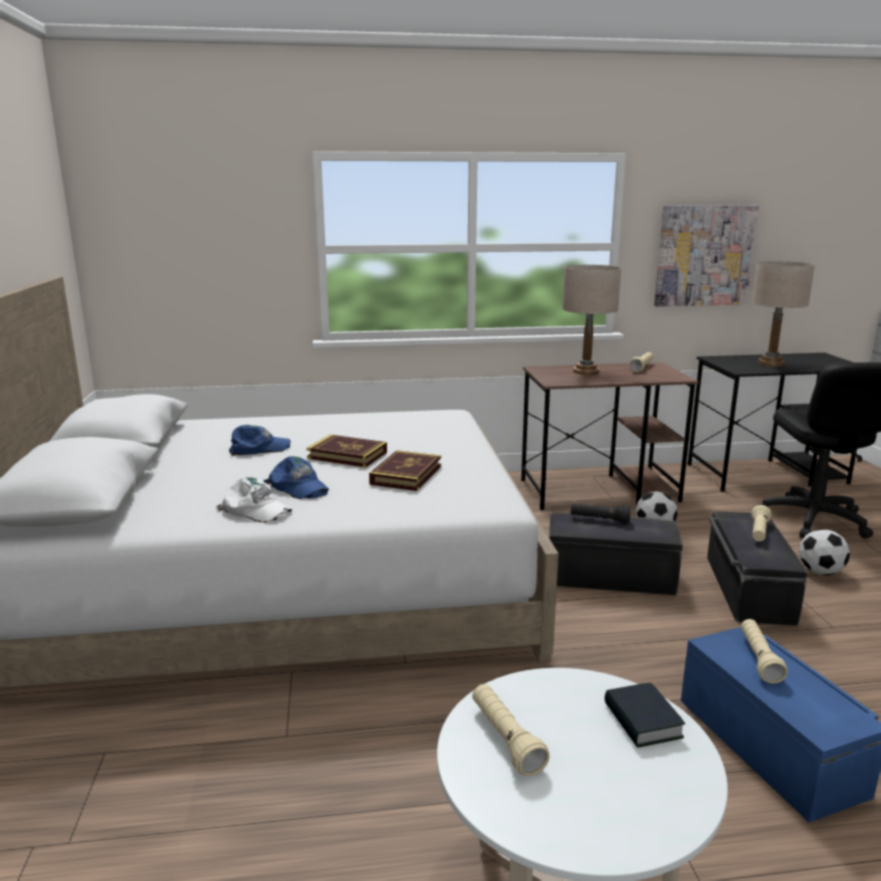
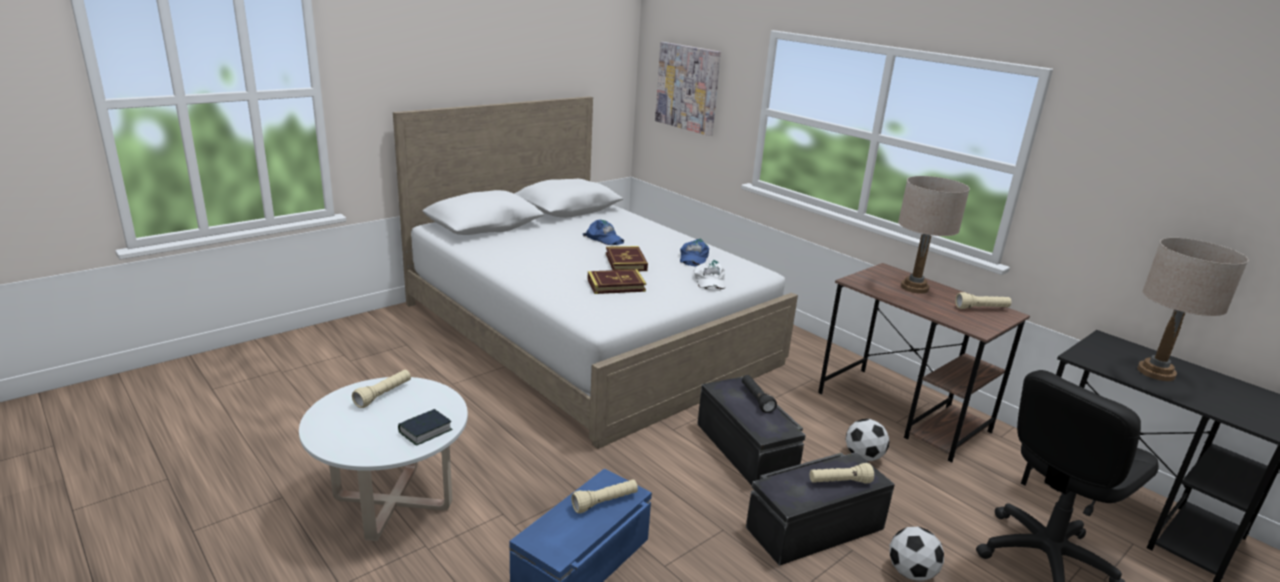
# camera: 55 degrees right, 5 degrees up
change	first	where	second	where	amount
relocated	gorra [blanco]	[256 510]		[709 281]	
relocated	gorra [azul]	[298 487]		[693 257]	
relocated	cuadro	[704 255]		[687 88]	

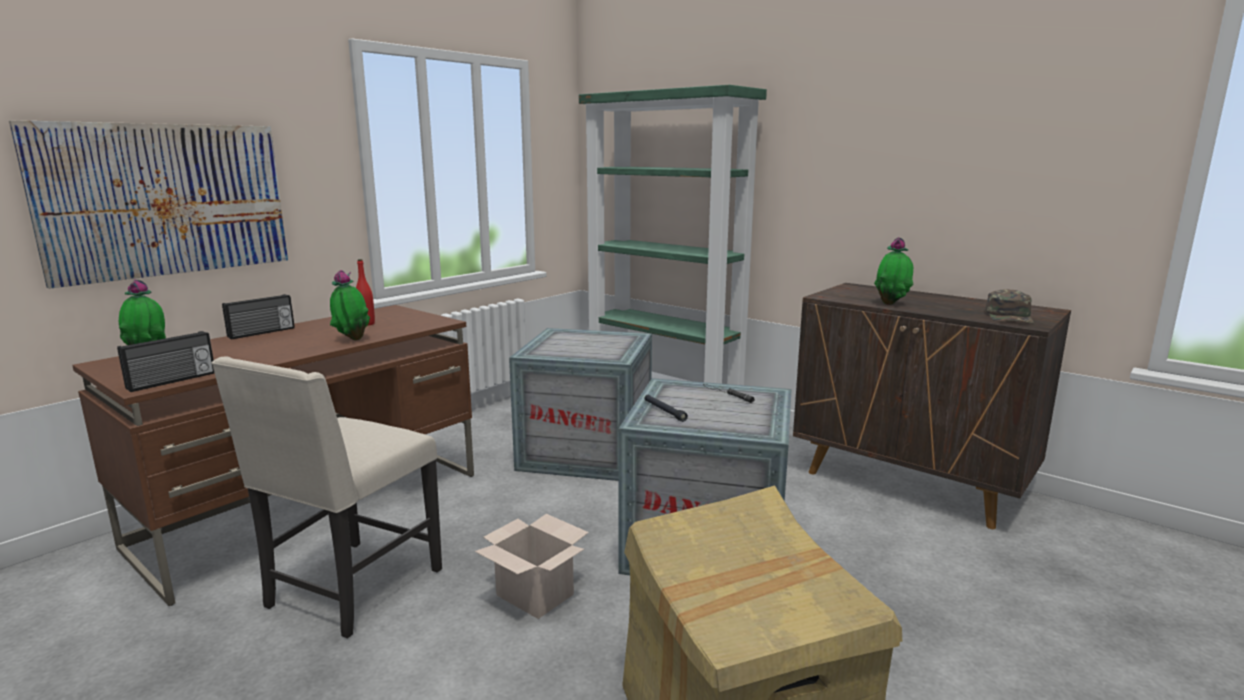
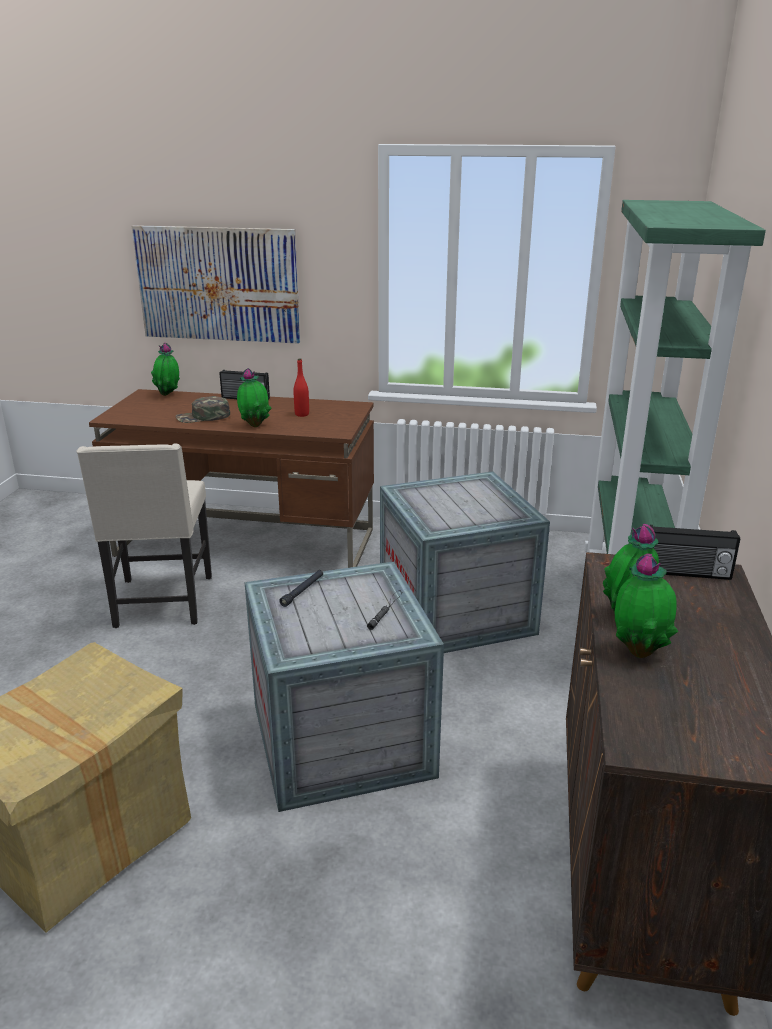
# camera: 60 degrees right, 10 degrees up
change	first	where	second	where	amount
missing	caja de cartón	[537 595]			
appeared			planta en maceta	[639 652]	
relocated	radio	[172 381]		[686 573]	
relocated	gorra [verde]	[1009 316]		[203 417]	
spun	silla [beis]	[351 590]		[162 603]	90 degrees counterclockwise

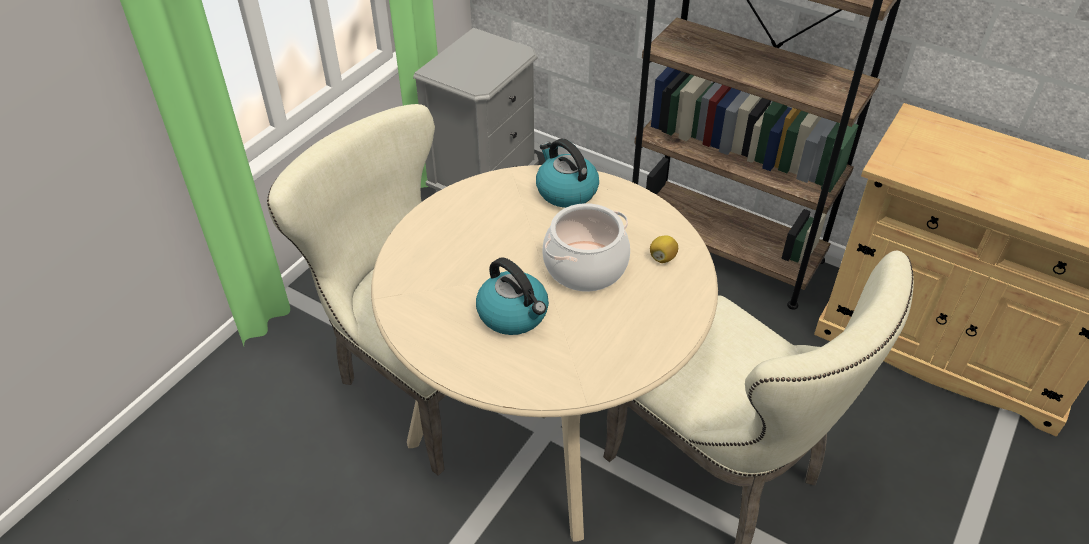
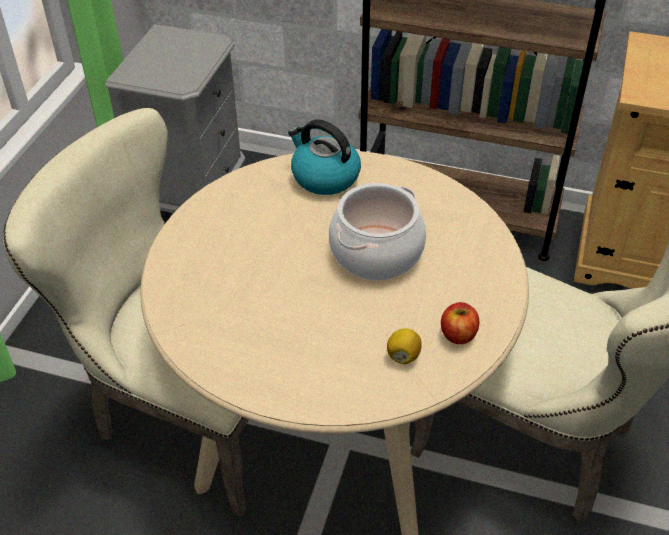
# camera: 15 degrees left, 0 degrees up
change	first	where	second	where	amount
missing	hervidor	[514 314]			
appeared			manzana	[458 334]	
relocated	limón	[662 258]		[403 356]	

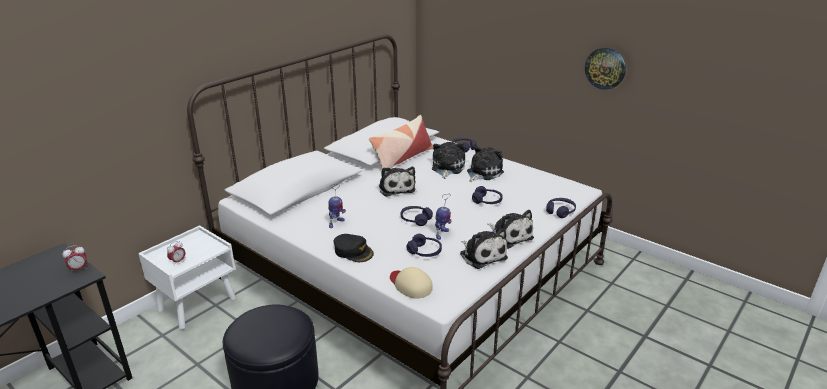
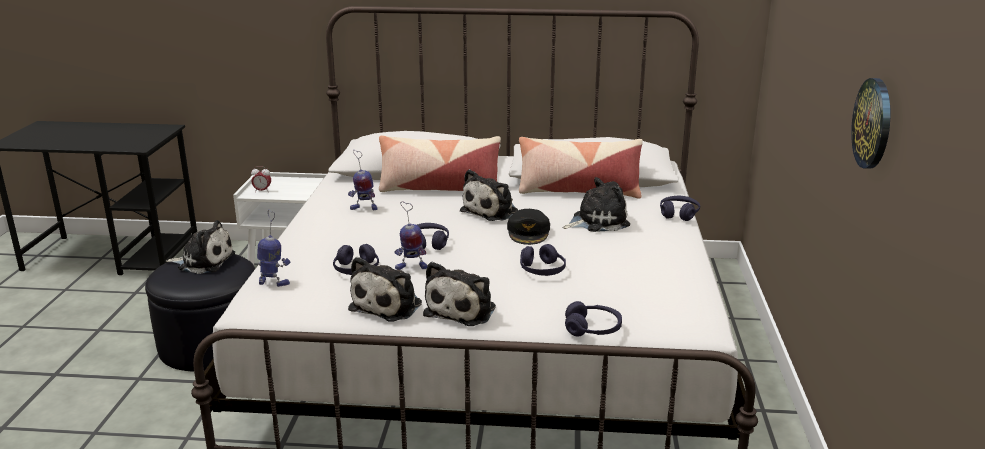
# camera: 55 degrees right, 5 degrees down
change	first	where	second	where	amount
missing	despertador	[79 269]			
appeared			cojín	[439 189]	
relocated	gorra [negro]	[353 251]		[529 232]	
relocated	peluche	[483 173]		[204 261]	
exchanged	gorra [beis]	[410 284]	robot de juguete	[274 282]	

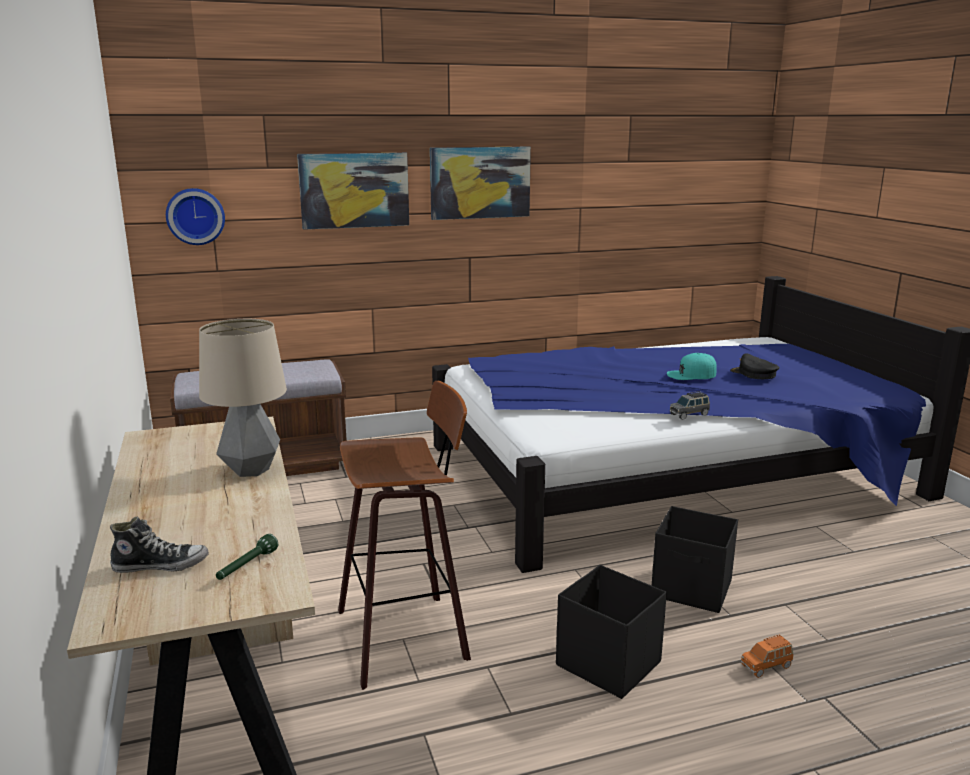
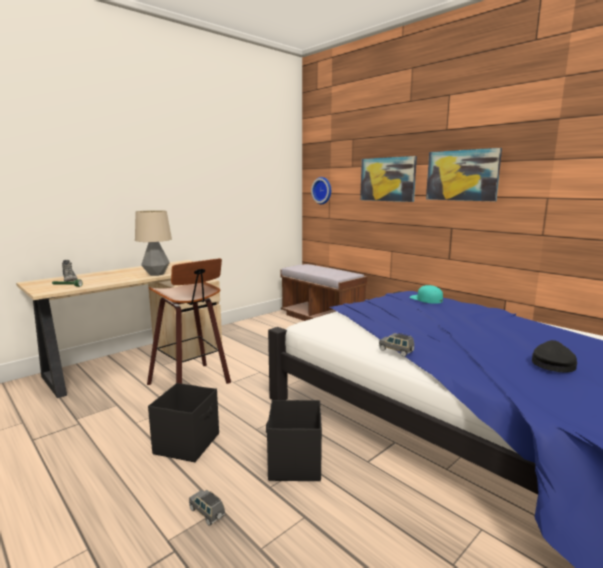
# camera: 65 degrees right, 5 degrees down
change	first	where	second	where	amount
relocated	gorra [turquesa]	[691 374]		[426 299]	
colour	coche de juguete [naranja]	[766 666]	coche de juguete [gris]	[207 513]	

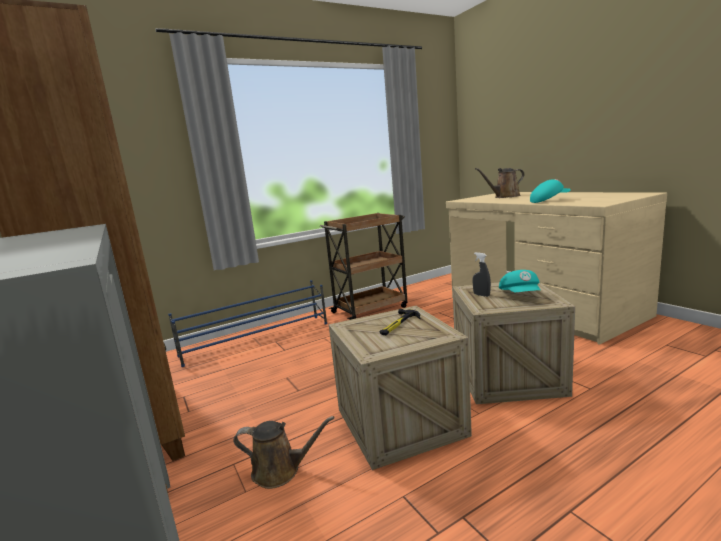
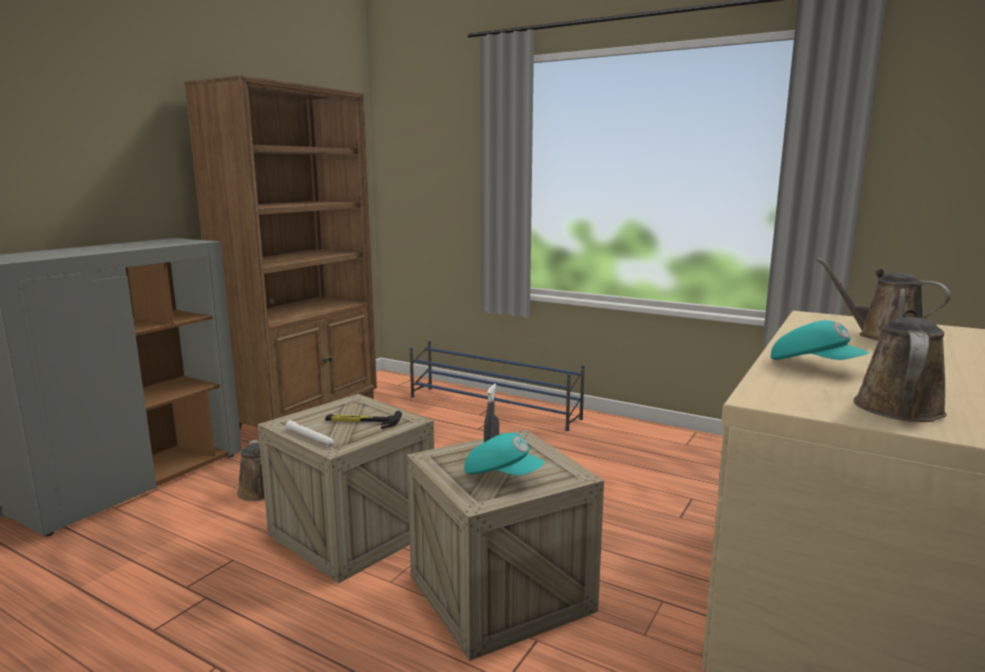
# camera: 60 degrees right, 0 degrees up
change	first	where	second	where	amount
missing	carrito [marrón]	[371 309]			
appeared			linterna [blanco]	[310 438]	
appeared			regadera [marrón]	[897 405]	
spun	gorra [turquesa]	[520 295]		[503 475]	120 degrees counterclockwise

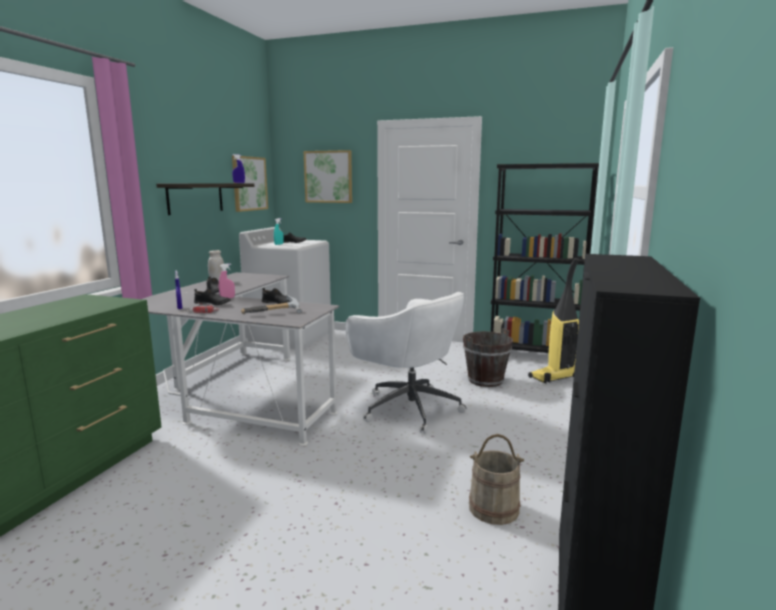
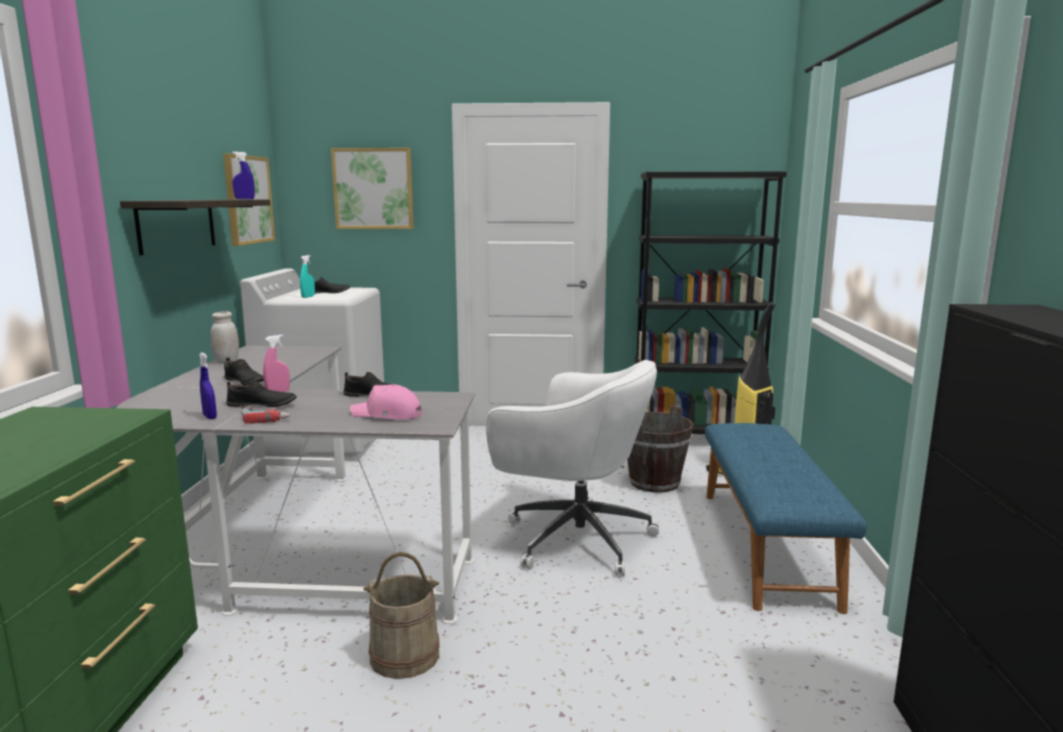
# camera: 15 degrees left, 0 degrees up
change	first	where	second	where	amount
appeared			banco [azul]	[767 546]	
relocated	cubo [beis]	[493 508]		[404 656]	
exchanged	martillo	[274 313]	gorra [rosa]	[387 415]	

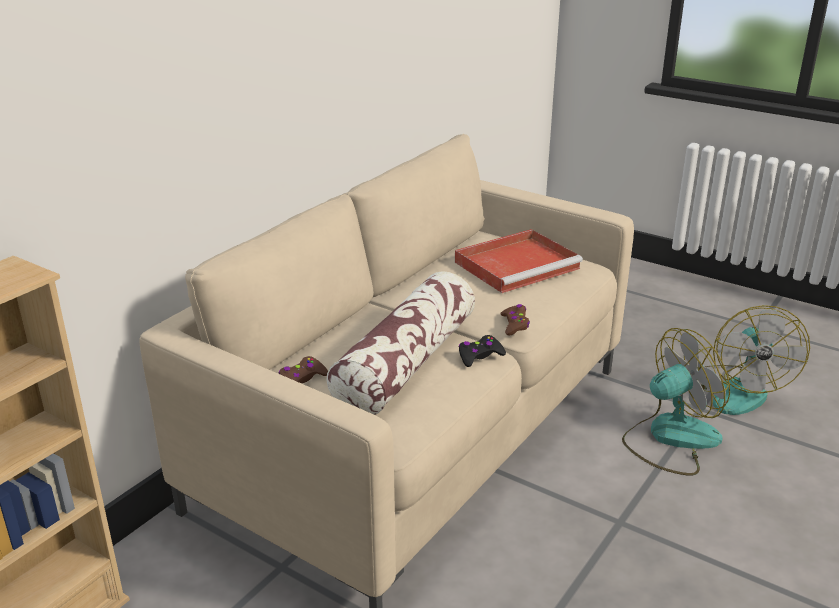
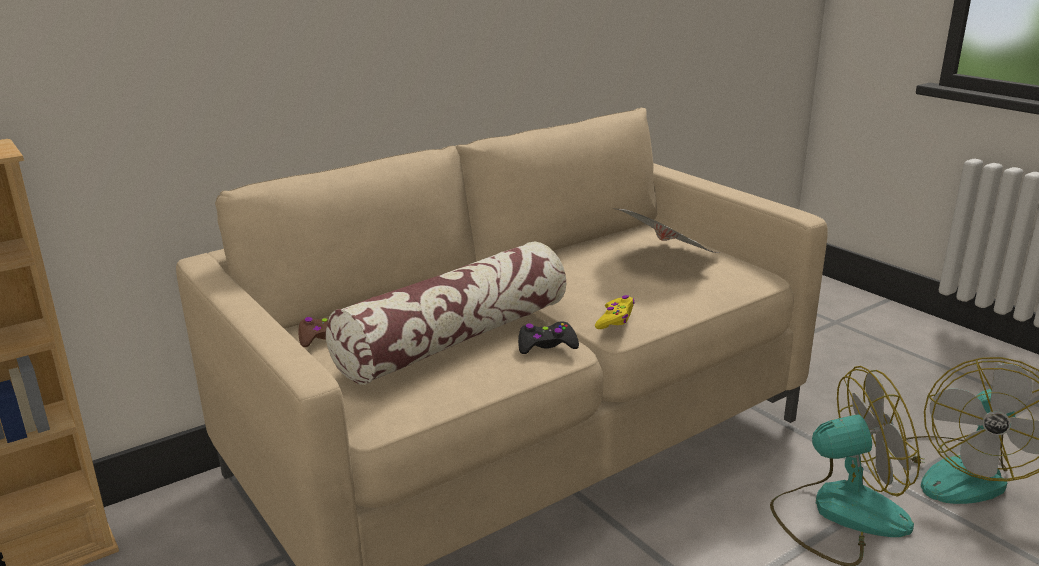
# camera: 20 degrees right, 5 degrees down
change	first	where	second	where	amount
exchanged	bandeja [rojo]	[518 264]	periódico	[667 259]	
colour	mando de consola [marrón]	[515 324]	mando de consola [amarillo]	[615 319]	

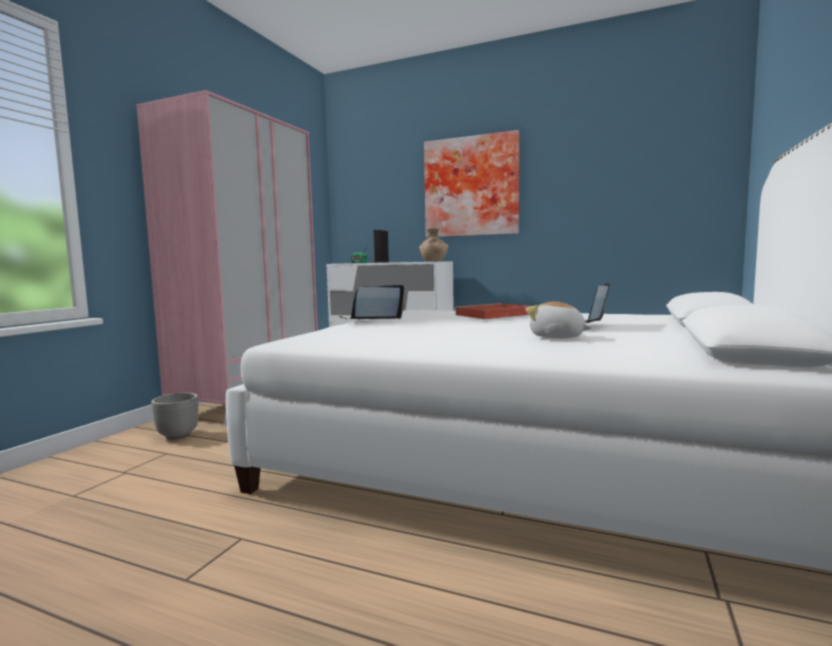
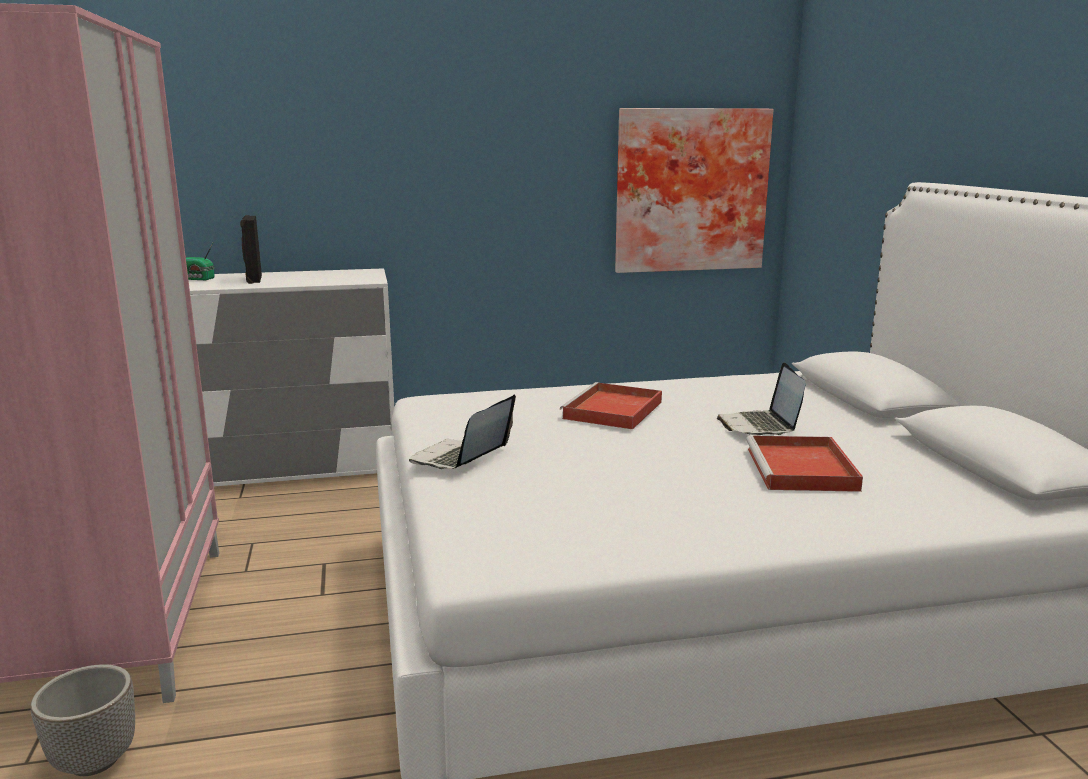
# camera: 35 degrees left, 10 degrees up
change	first	where	second	where	amount
missing	florero [marrón]	[433 261]			
relocated	cuadro	[471 187]		[690 190]	
exchanged	peluche	[557 337]	bandeja [rojo]	[802 470]	

